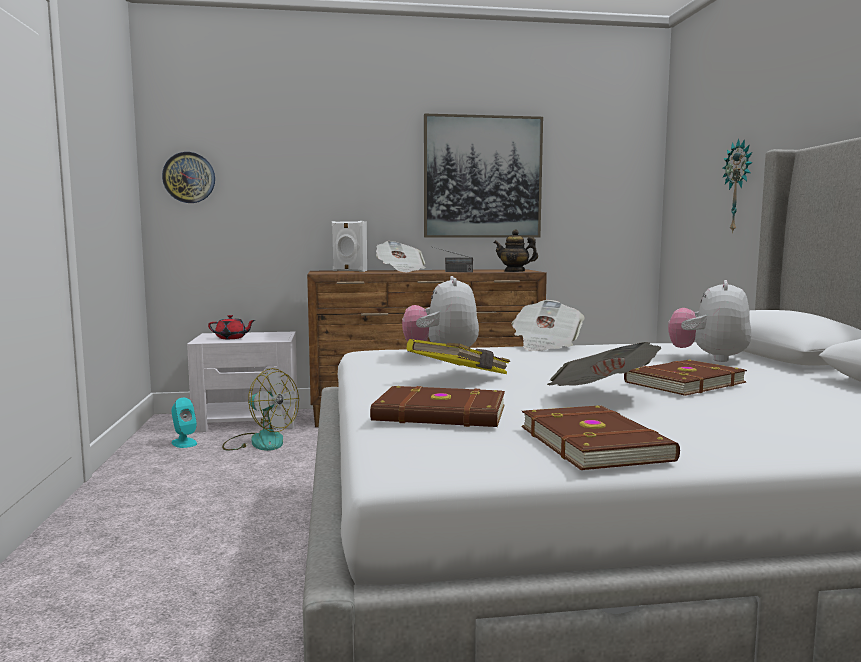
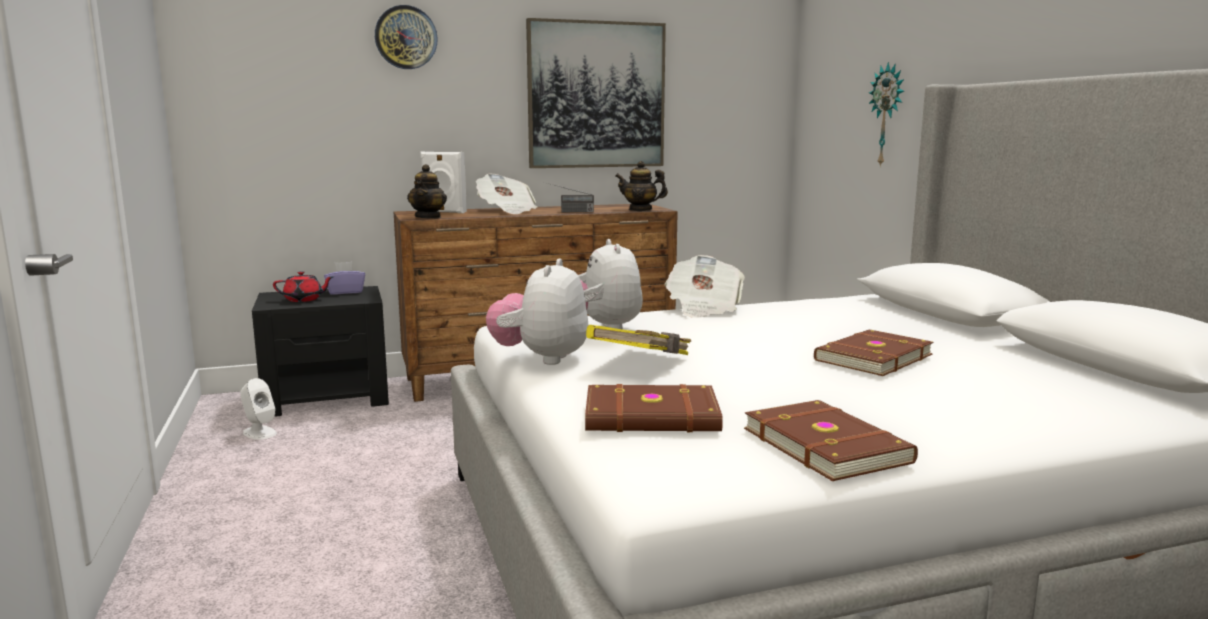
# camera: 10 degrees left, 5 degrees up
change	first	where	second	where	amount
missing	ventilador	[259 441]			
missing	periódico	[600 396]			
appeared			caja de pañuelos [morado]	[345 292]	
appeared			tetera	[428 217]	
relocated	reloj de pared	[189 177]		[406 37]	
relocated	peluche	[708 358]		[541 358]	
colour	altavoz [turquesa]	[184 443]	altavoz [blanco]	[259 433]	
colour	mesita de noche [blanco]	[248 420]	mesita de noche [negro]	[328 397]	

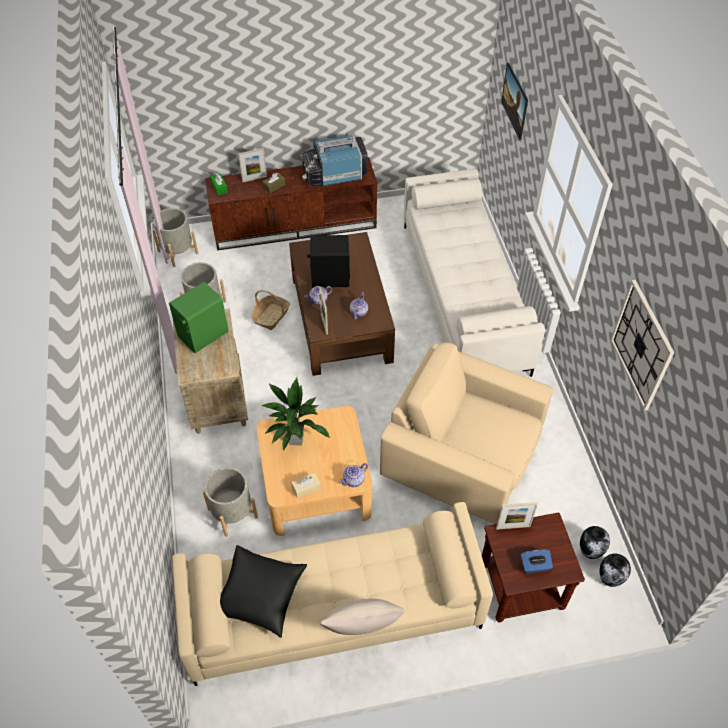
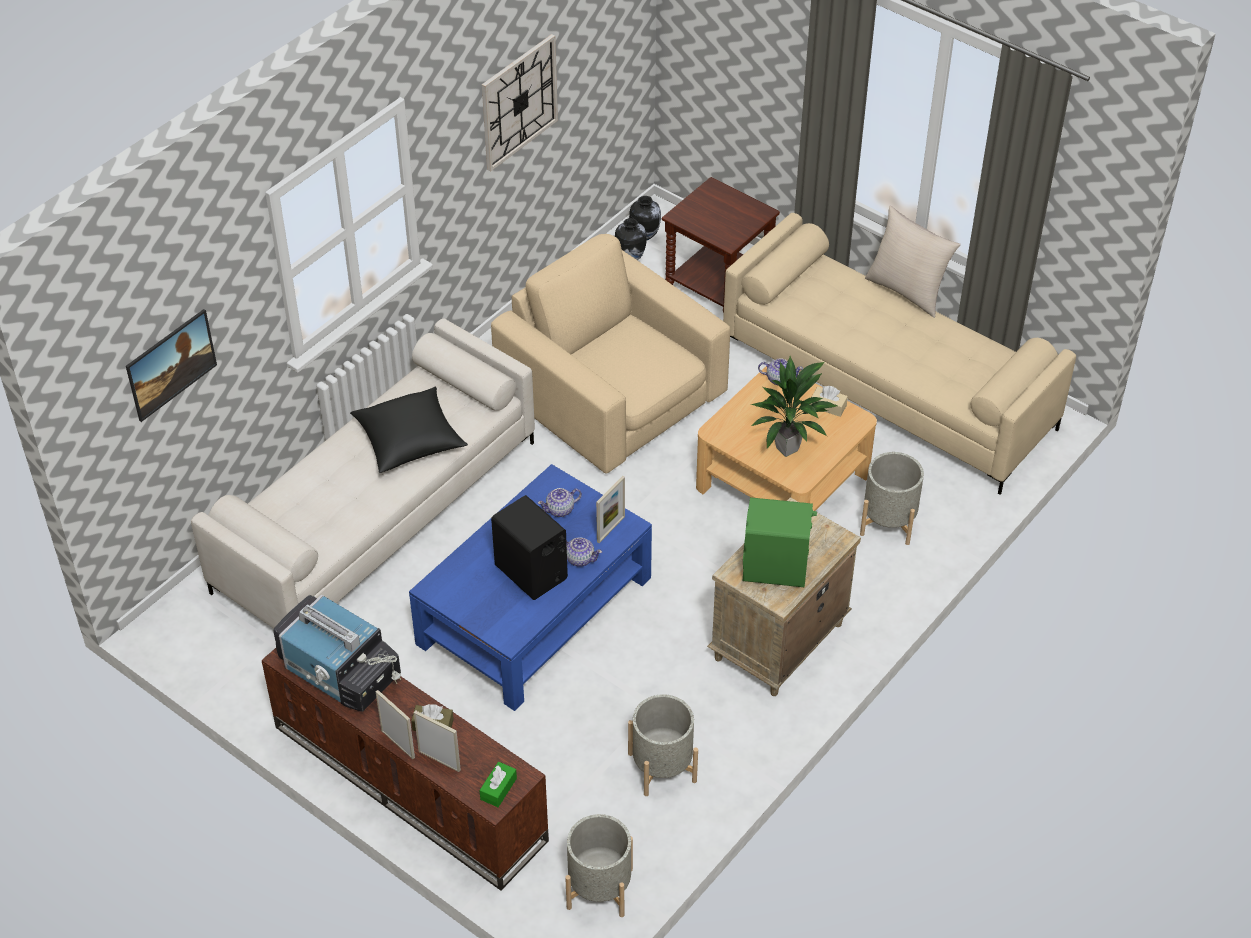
# camera: 130 degrees left, 5 degrees down
change	first	where	second	where	amount
missing	cesta	[271 316]			
missing	caja de pañuelos [azul]	[535 566]			
relocated	cojín [negro]	[259 595]		[409 440]	
relocated	portarretratos	[513 527]		[398 744]	
colour	mesa de centro [marrón]	[341 319]	mesa de centro [azul]	[535 610]	
spun	sillón [beis]	[464 452]		[613 393]	150 degrees clockwise

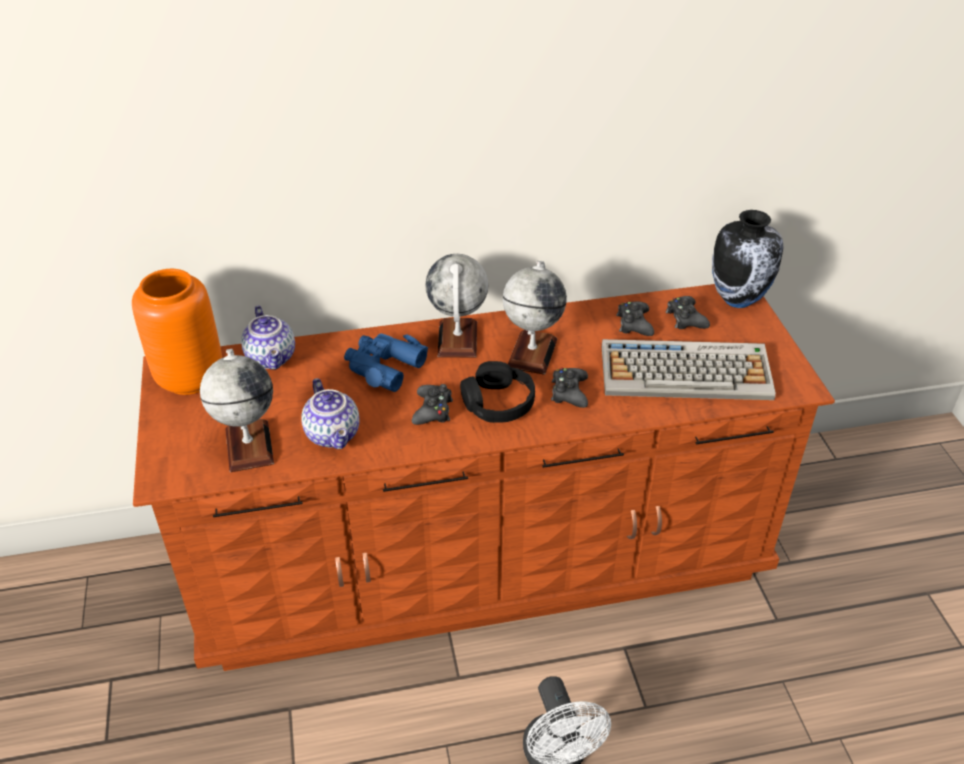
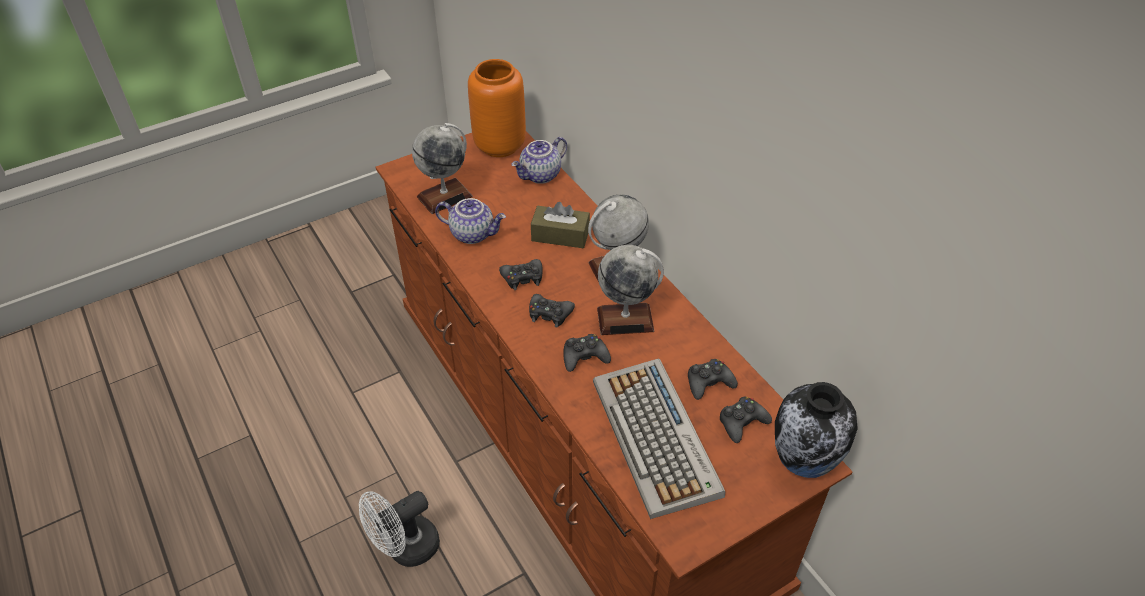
# camera: 70 degrees right, 5 degrees up
change	first	where	second	where	amount
exchanged	prismáticos [azul]	[383 367]	caja de pañuelos [marrón]	[560 235]	
exchanged	auriculares [negro]	[498 403]	mando de consola [negro]	[549 314]	
spun	tetera	[334 434]		[473 233]	120 degrees counterclockwise

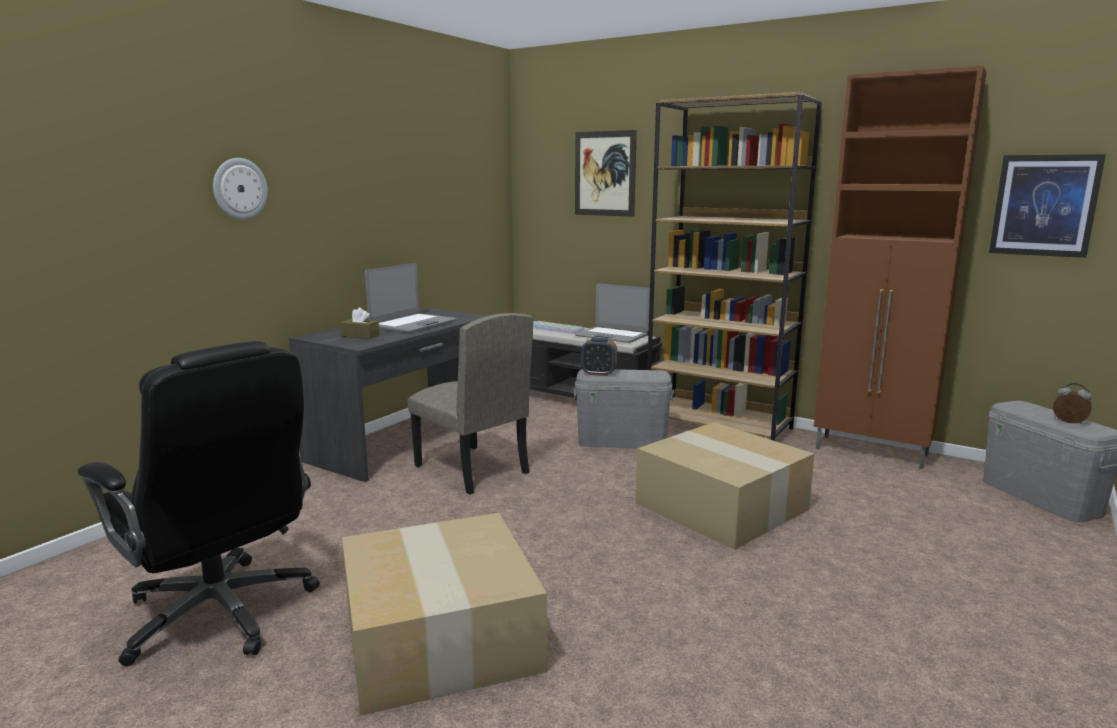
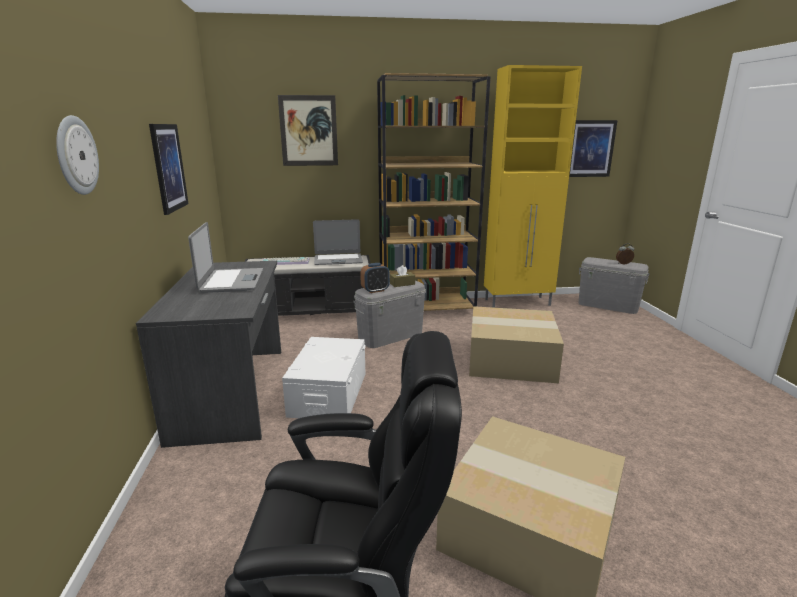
# camera: 40 degrees left, 5 degrees up
change	first	where	second	where	amount
appeared			cuadro	[168 167]	
relocated	caja de pañuelos [marrón]	[360 335]		[402 284]	
exchanged	silla [beis]	[471 469]	caja de almacenaje [blanco]	[328 394]	
colour	armario [marrón]	[872 452]	armario [amarillo]	[518 302]	

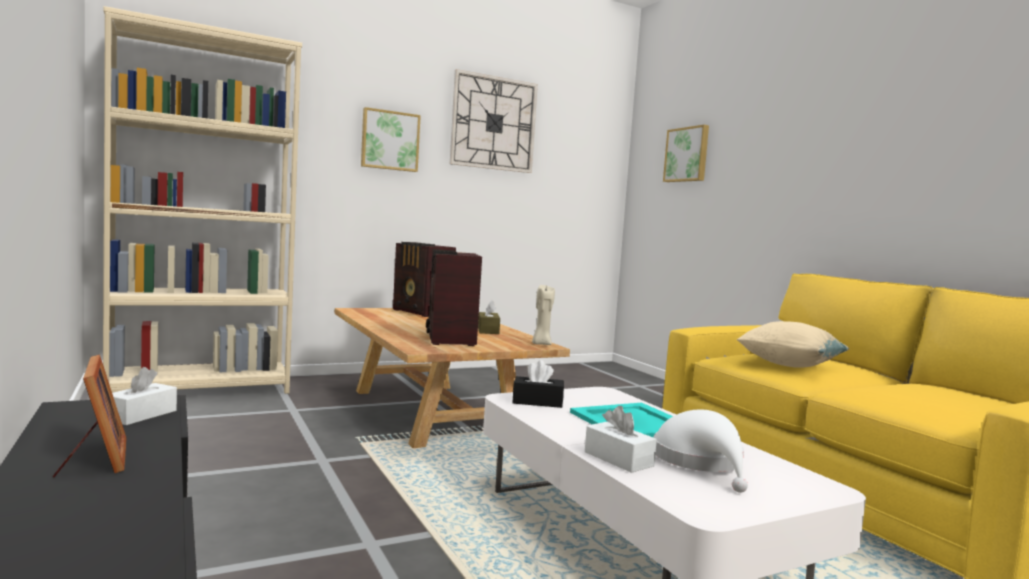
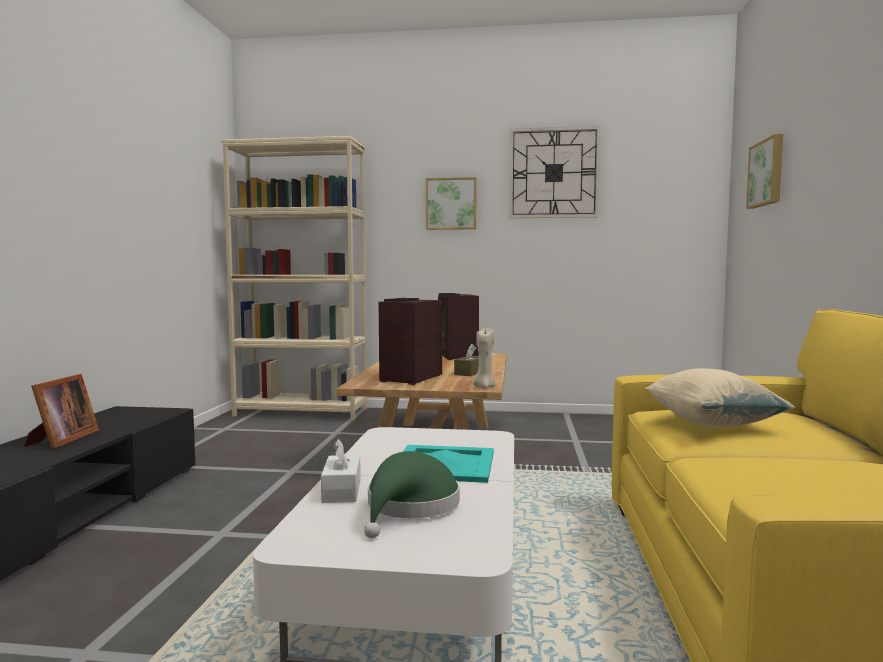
# camera: 35 degrees right, 0 degrees up
change	first	where	second	where	amount
missing	caja de pañuelos [blanco]	[141 415]			
missing	caja de pañuelos [negro]	[537 402]			
colour	sombrero [blanco]	[701 462]	sombrero [verde]	[410 507]	

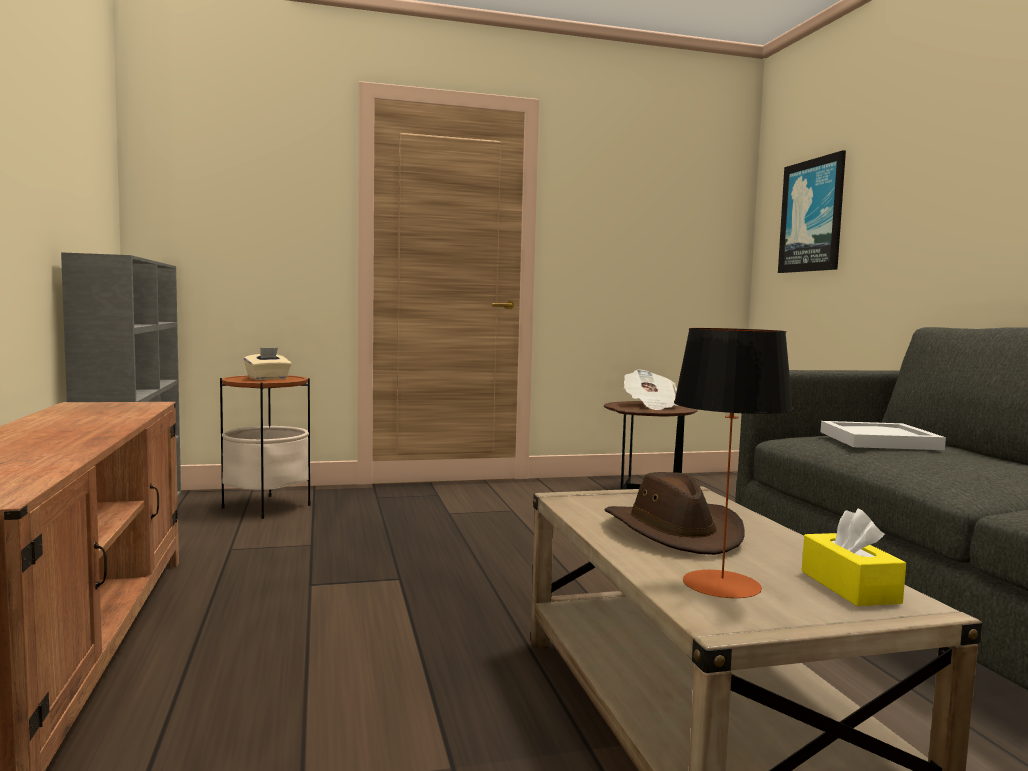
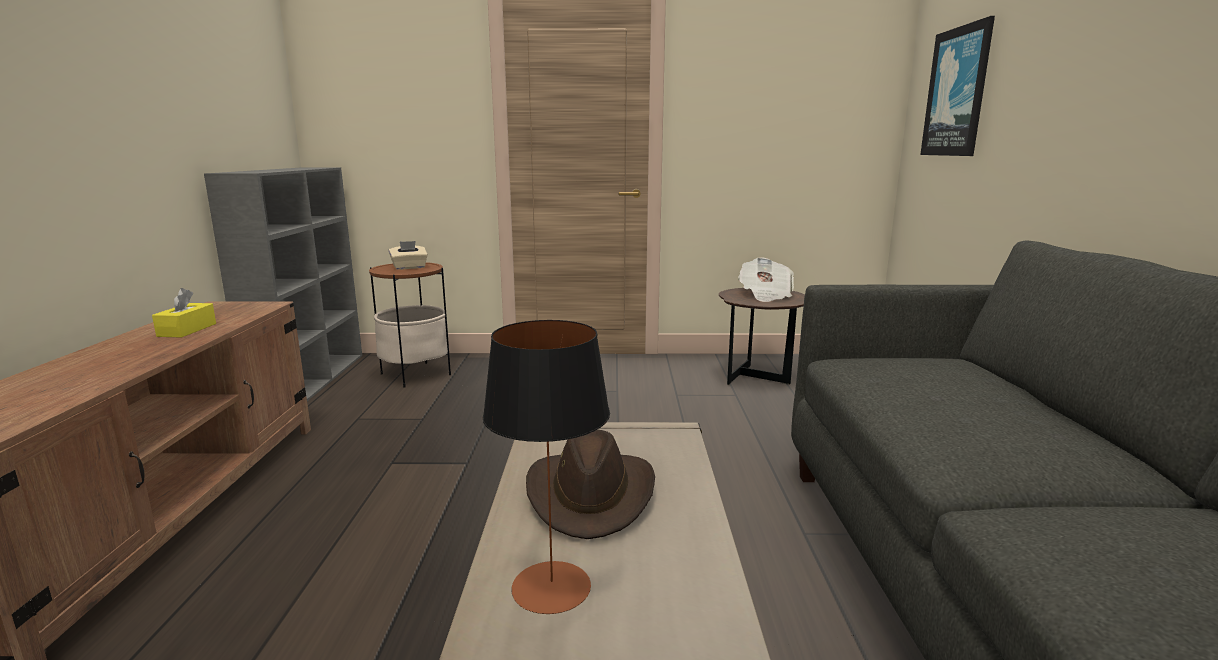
# camera: 15 degrees right, 10 degrees up
change	first	where	second	where	amount
missing	bandeja [blanco]	[879 440]			
relocated	caja de pañuelos [amarillo]	[849 587]		[187 330]	

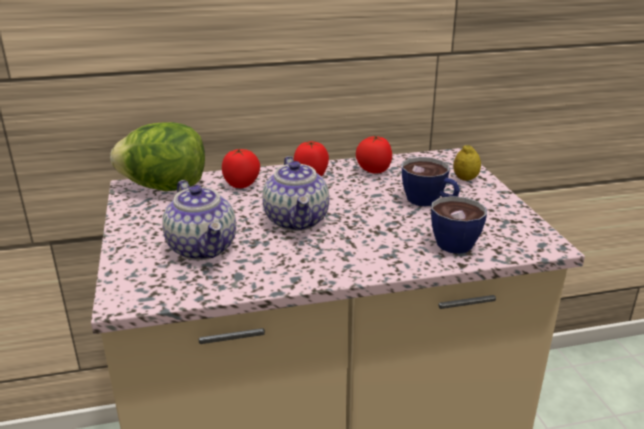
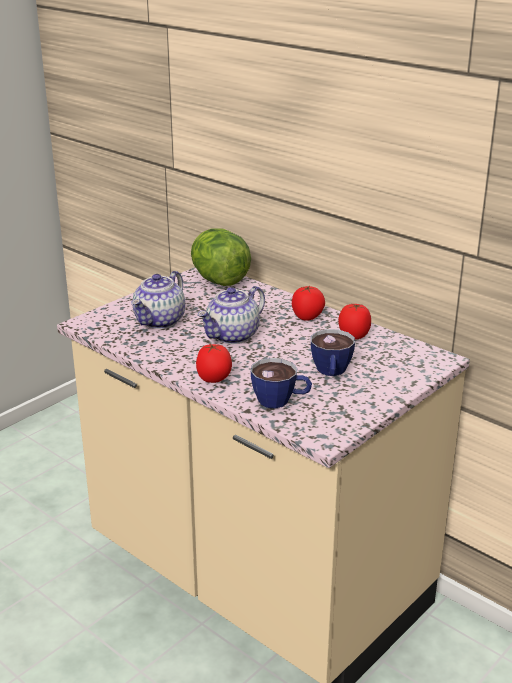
# camera: 55 degrees right, 0 degrees up
change	first	where	second	where	amount
missing	limón	[465 179]			
relocated	tomate	[242 185]		[214 379]	

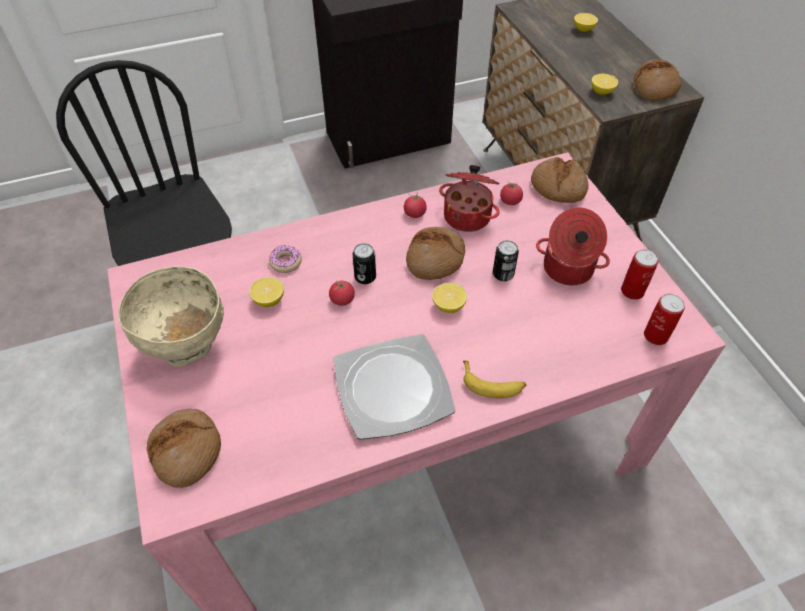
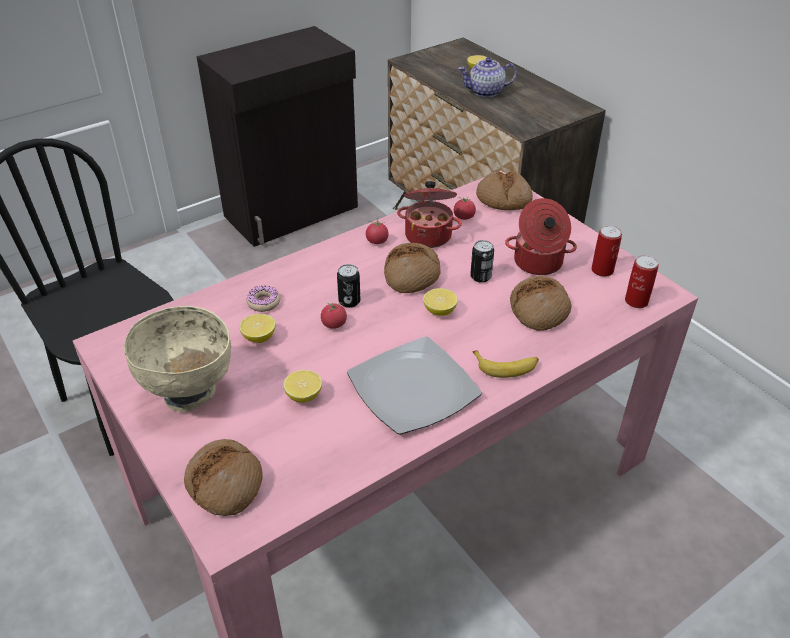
# camera: 15 degrees left, 10 degrees down
change	first	where	second	where	amount
appeared			tetera	[486 92]	
relocated	limón	[602 91]		[304 396]	
relocated	pan	[655 87]		[539 310]	

